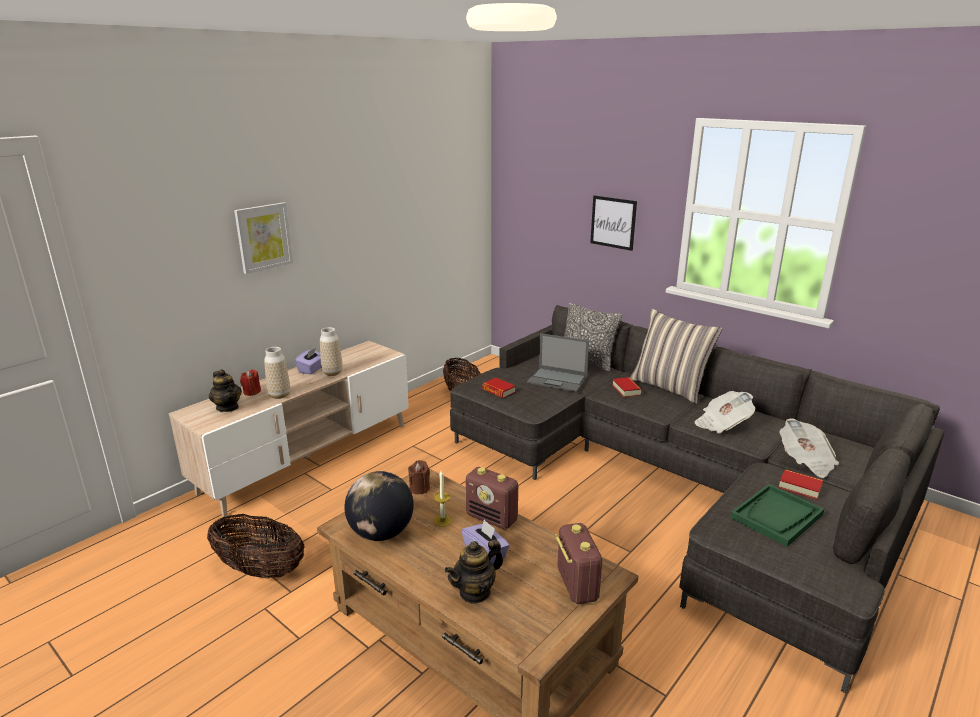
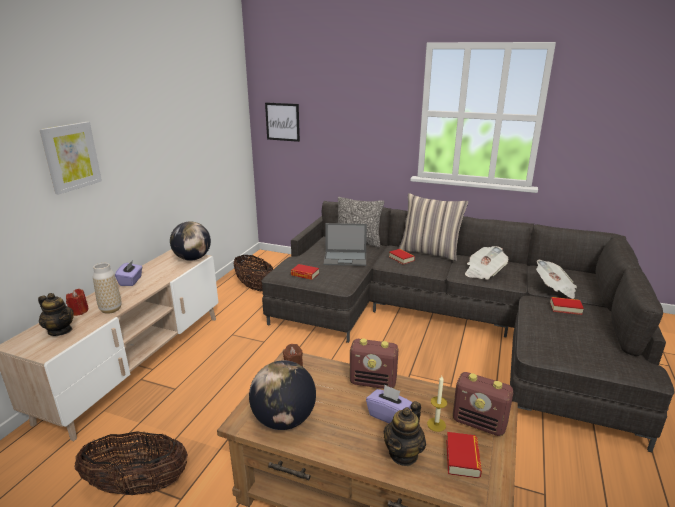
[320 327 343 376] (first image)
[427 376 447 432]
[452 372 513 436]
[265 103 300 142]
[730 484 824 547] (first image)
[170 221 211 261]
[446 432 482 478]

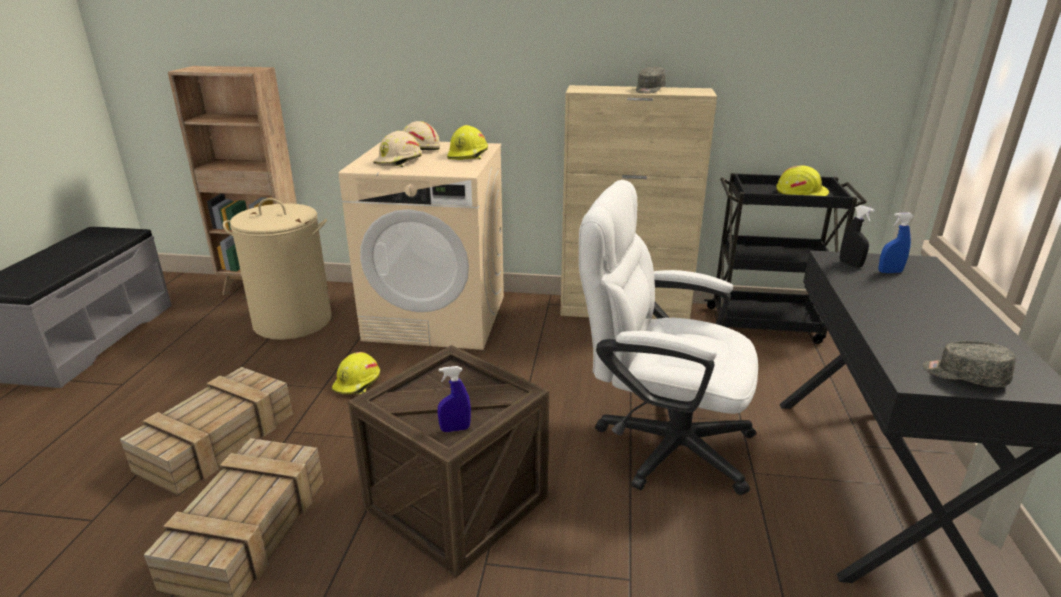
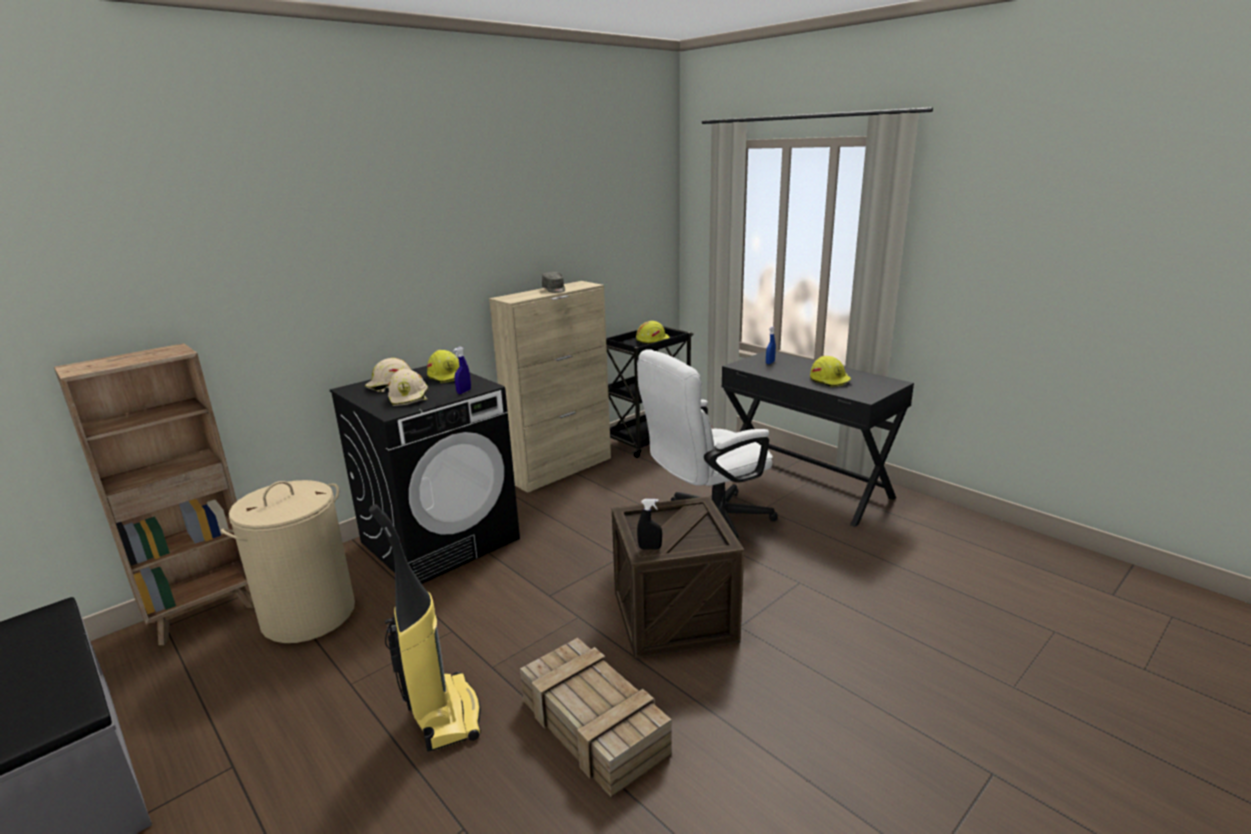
[369 504 481 752]
[810 356 851 387]
[330 366 520 584]
[453 347 471 394]
[637 499 662 550]
[923 341 1016 387] (first image)

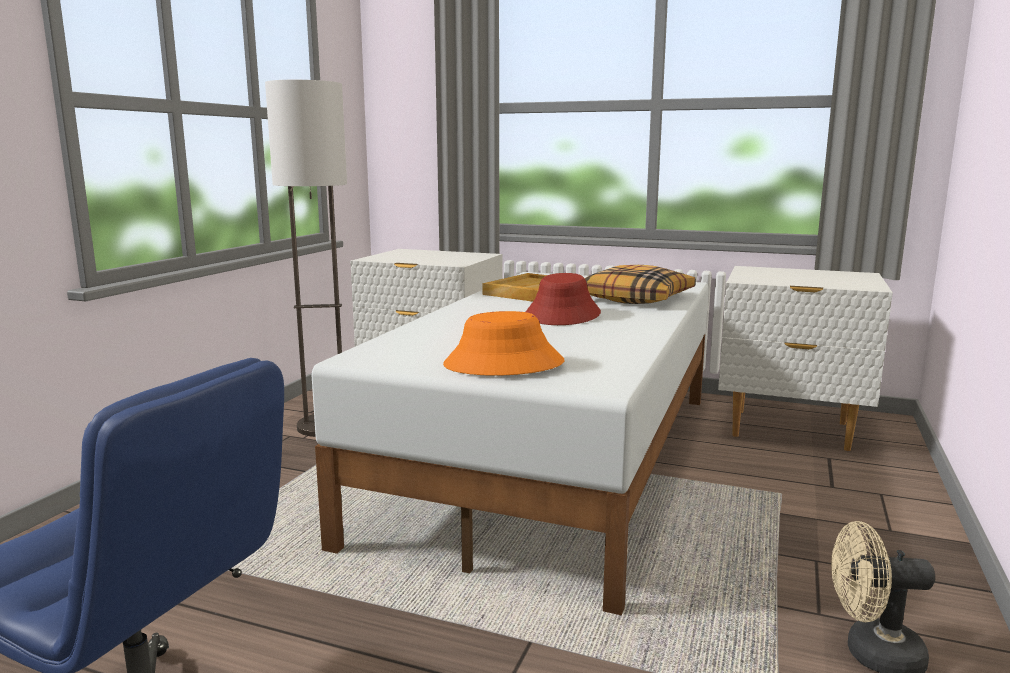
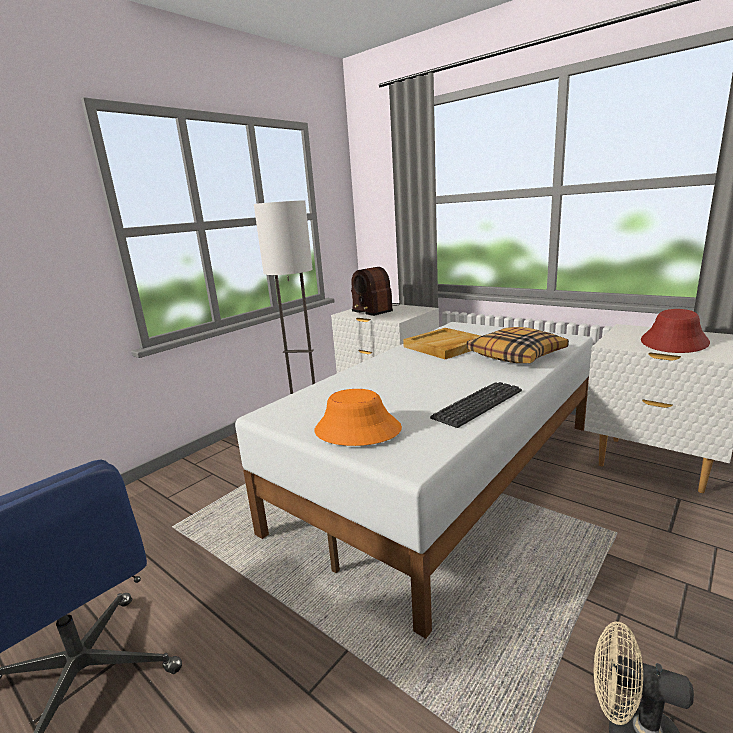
[641 309 710 353]
[351 267 400 316]
[430 382 522 428]

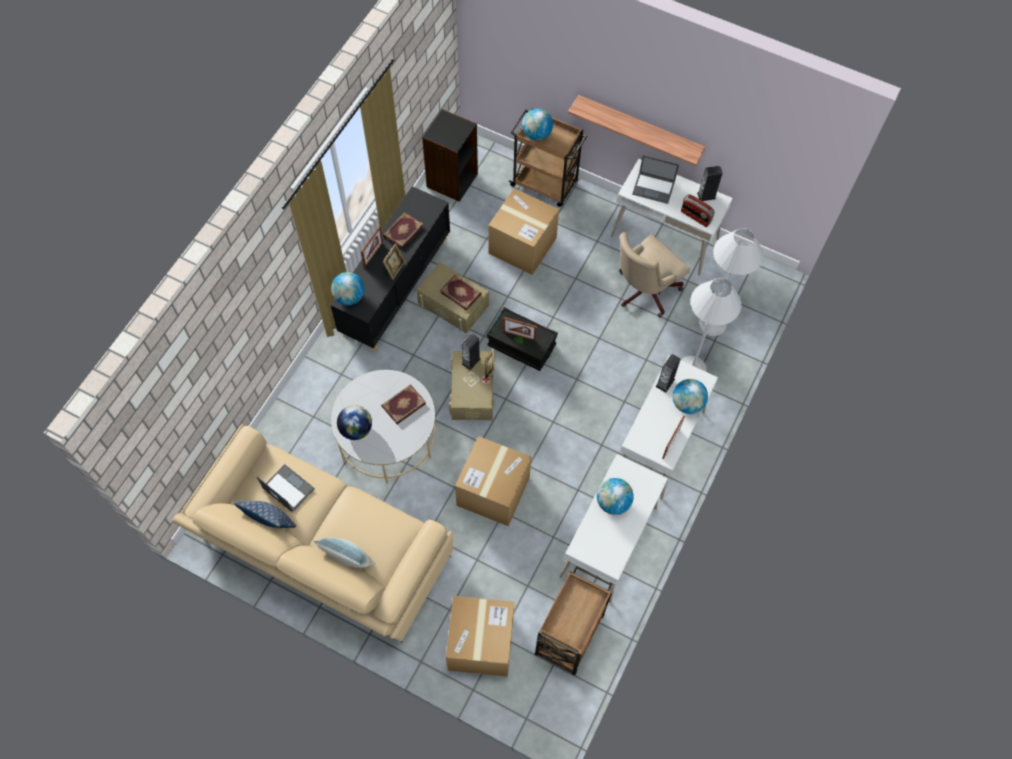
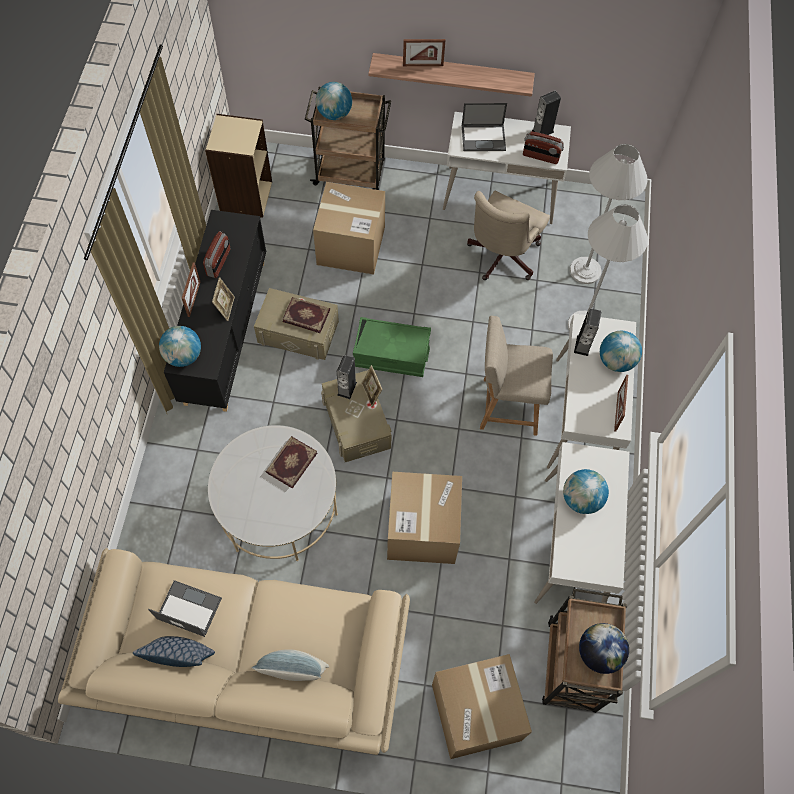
[579 623 629 674]
[203 231 231 278]
[205 114 272 218]
[353 317 431 377]
[403 39 445 66]
[480 316 553 436]

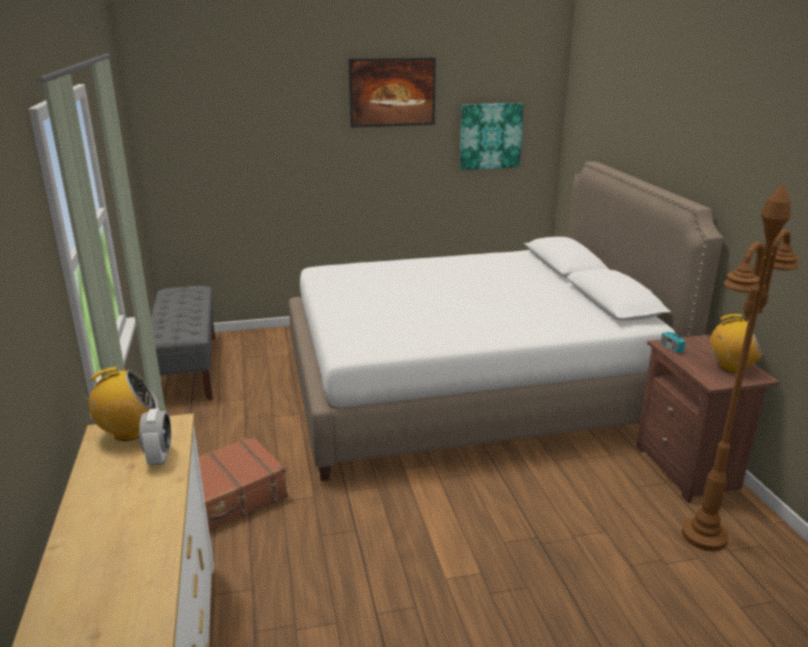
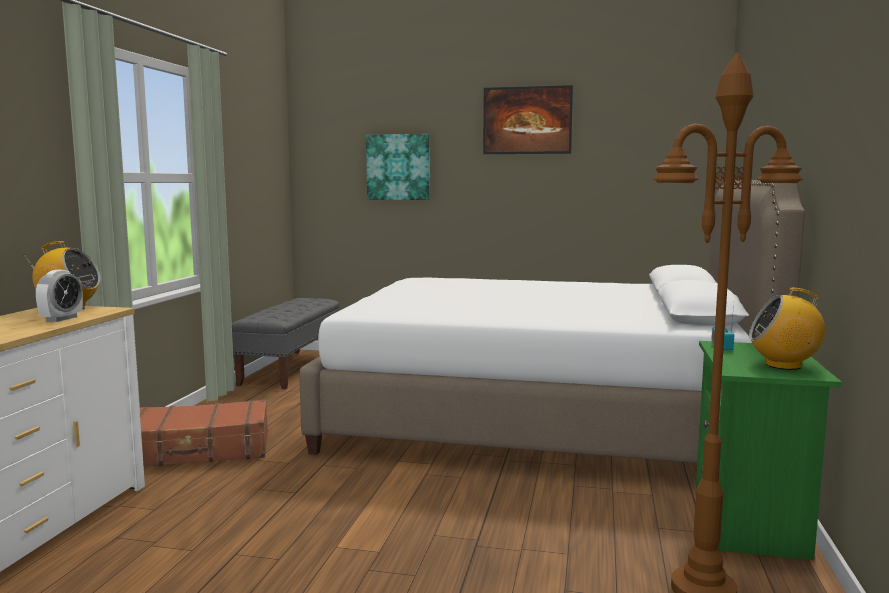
[366 134 430 200]
[695 341 842 560]
[749 288 825 370]

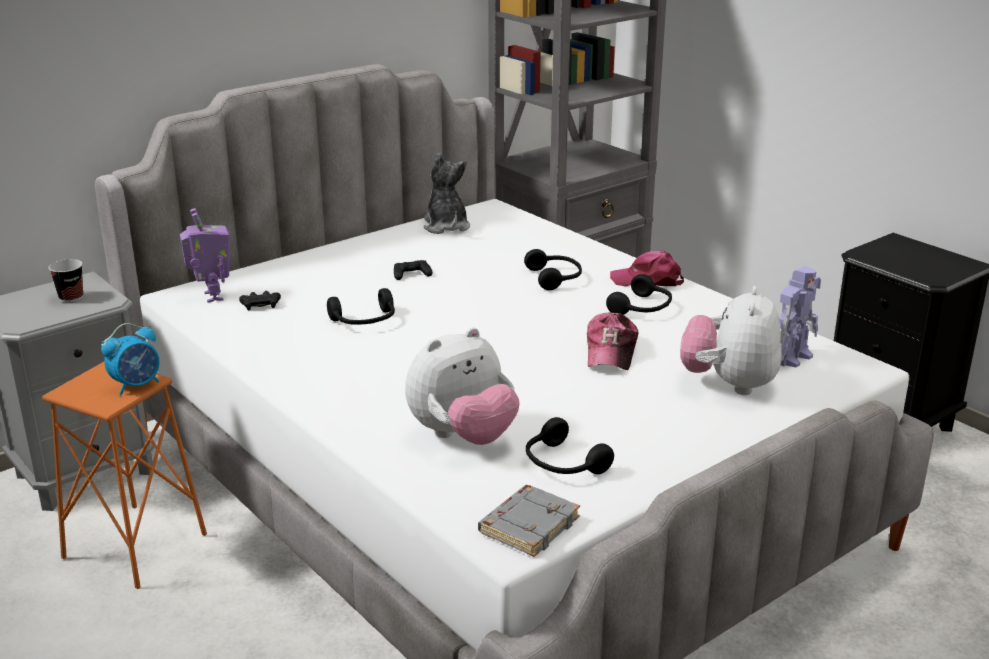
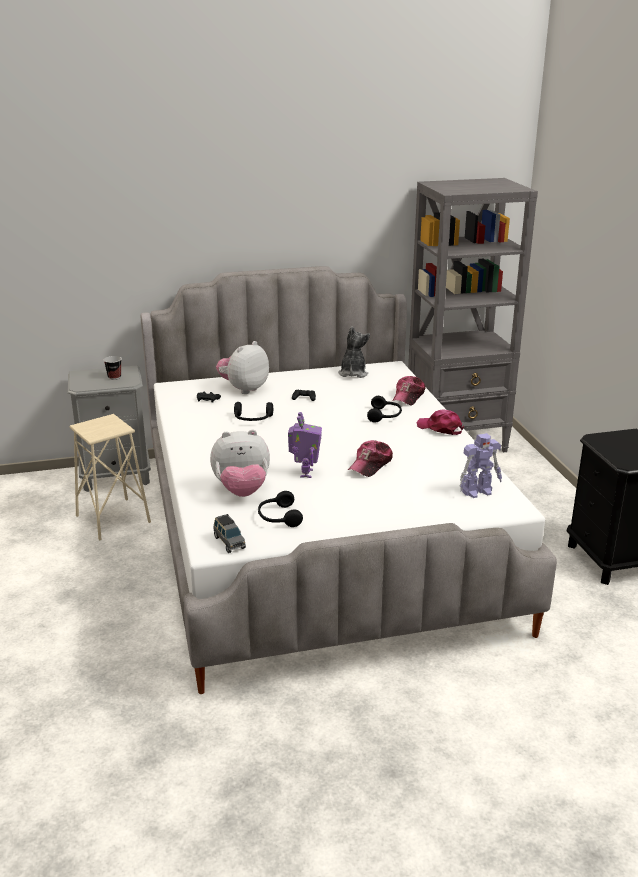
[69 414 151 540]
[101 323 160 395] (first image)
[288 412 322 478]
[214 514 246 553]
[606 274 672 315] (first image)
[216 341 269 394]
[392 376 425 405]

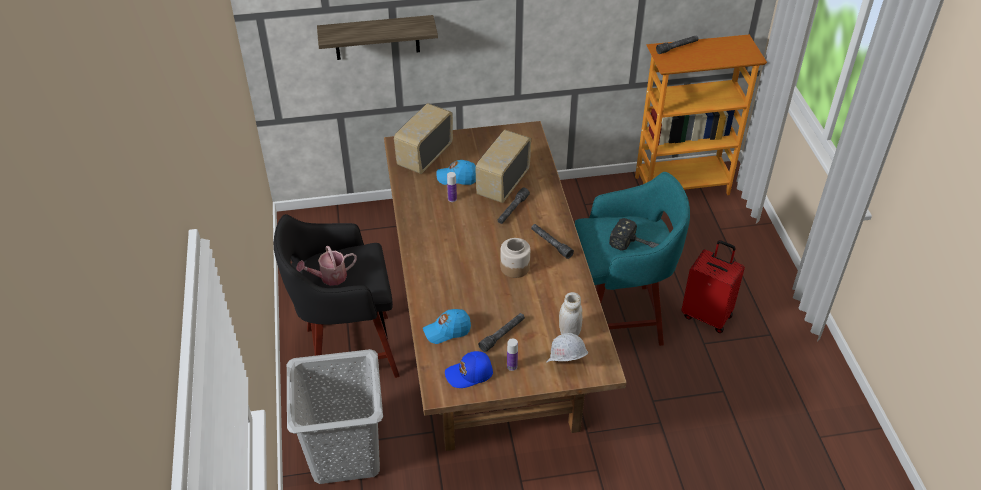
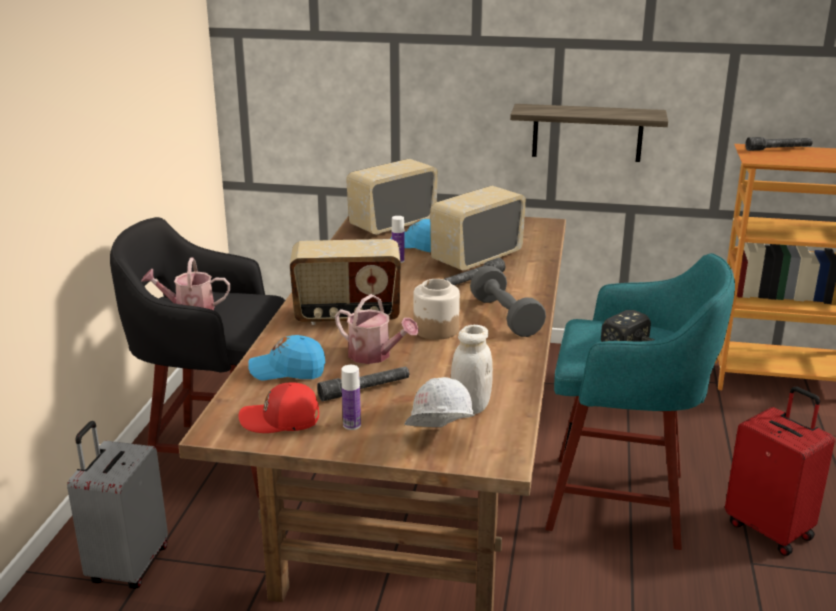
[67 421 168 589]
[510 104 668 162]
[238 382 319 433]
[470 266 546 337]
[290 239 401 325]
[335 294 419 364]

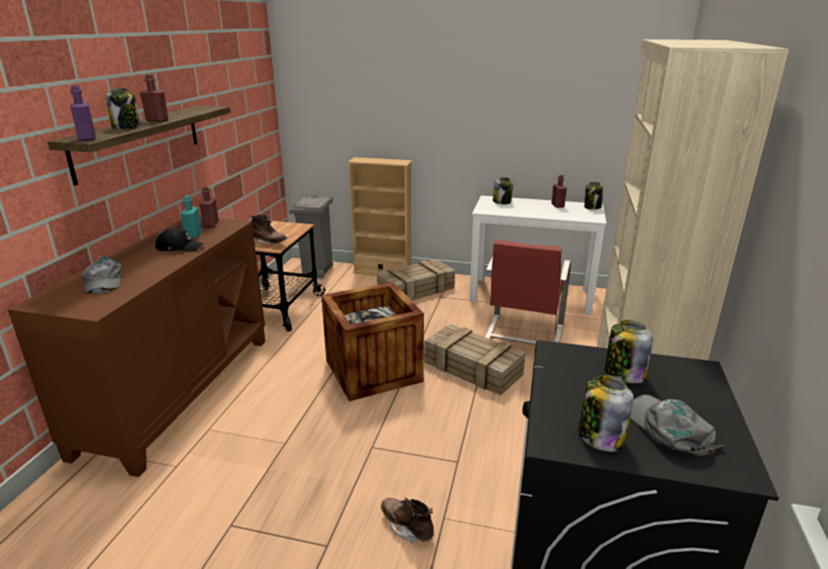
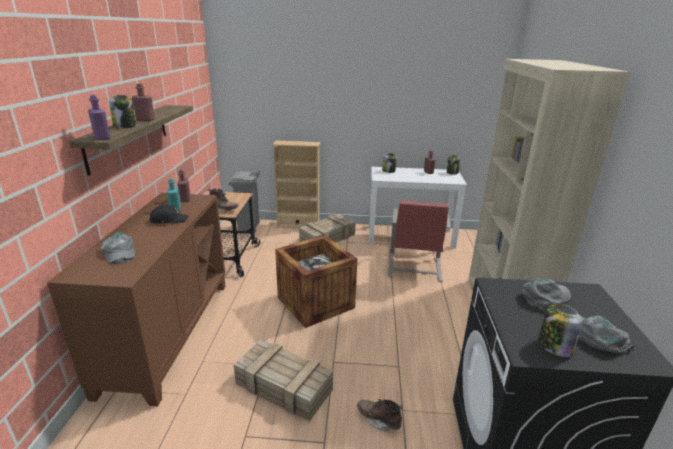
[233 339 333 421]
[521 278 571 313]

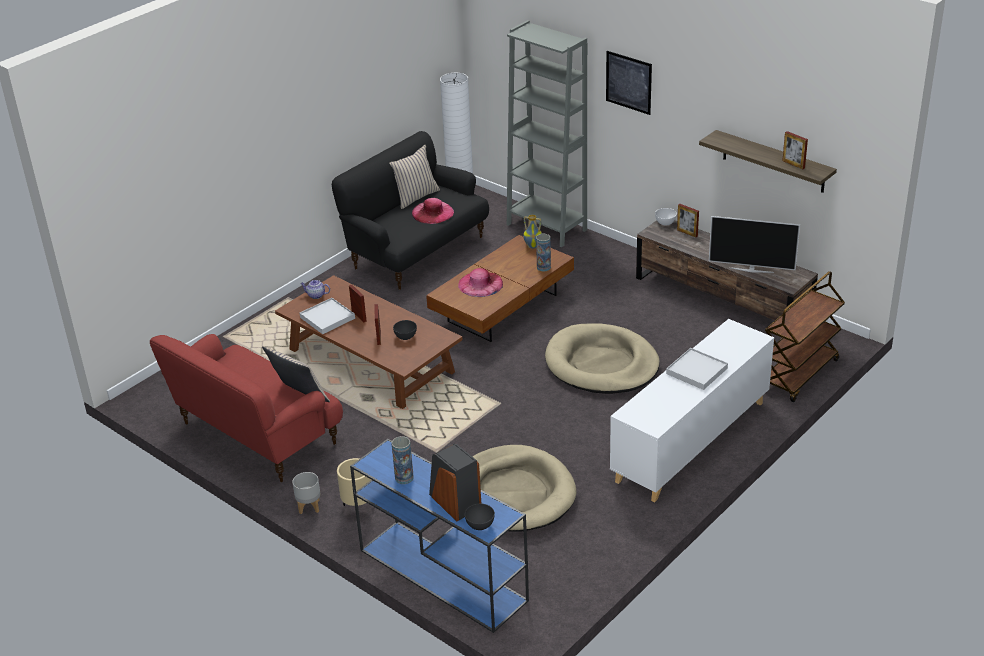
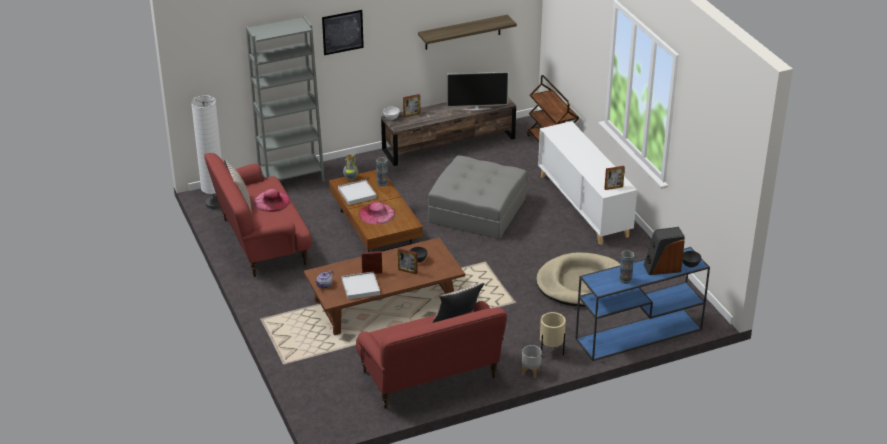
[204 153 312 277]
[428 155 527 239]
[338 179 377 205]
[447 72 509 111]
[604 166 625 190]

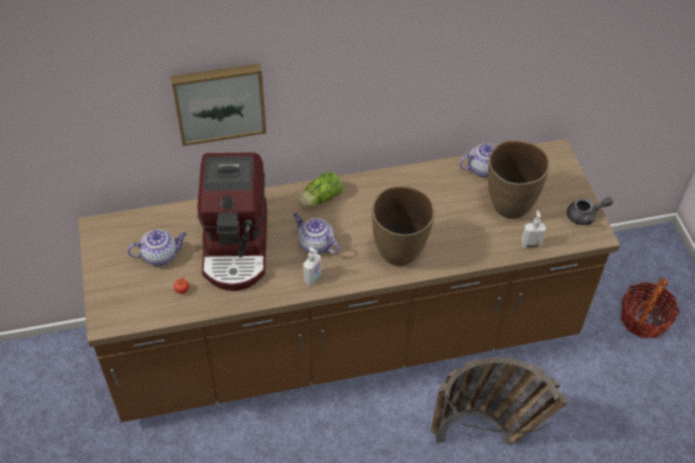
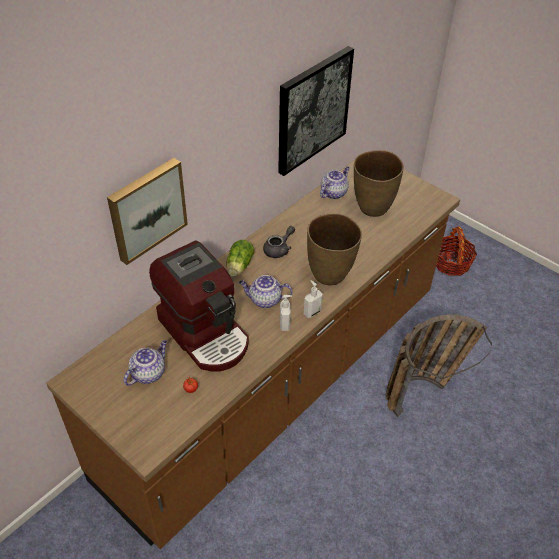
[304 280 323 318]
[263 226 295 258]
[278 46 354 176]

